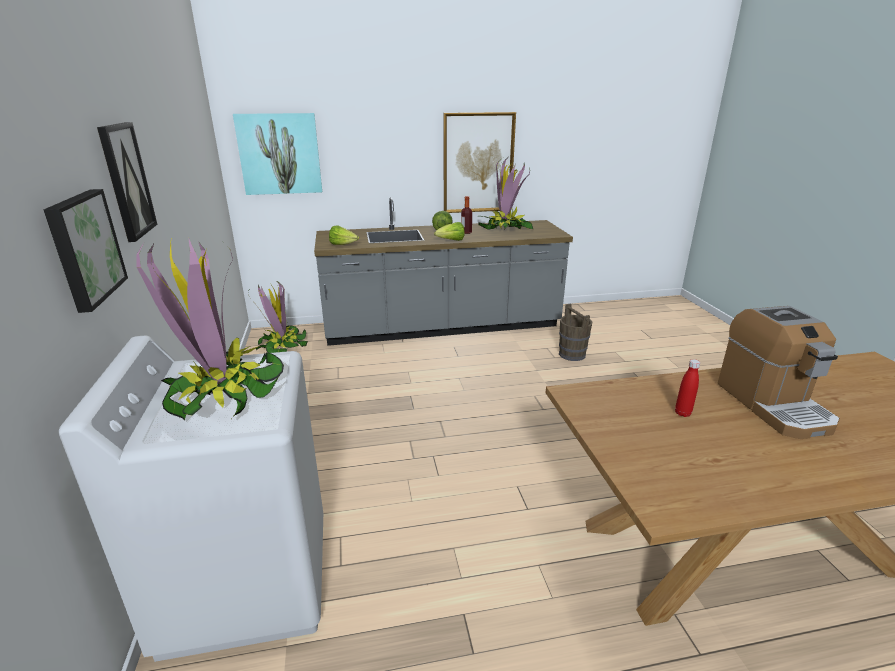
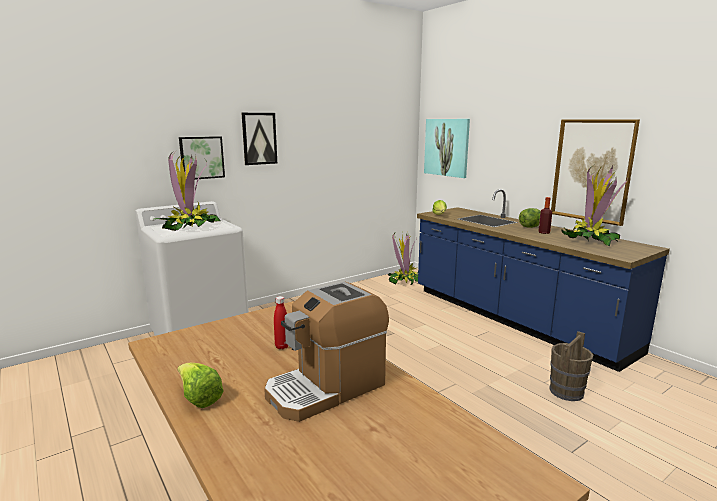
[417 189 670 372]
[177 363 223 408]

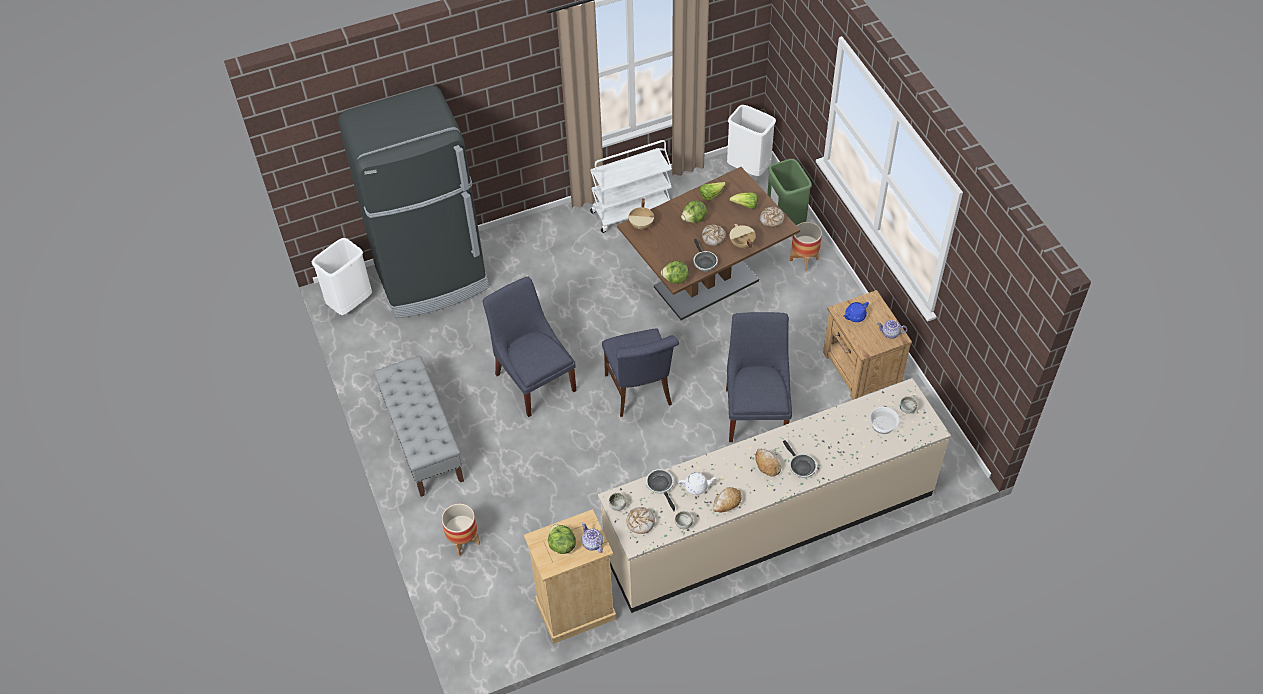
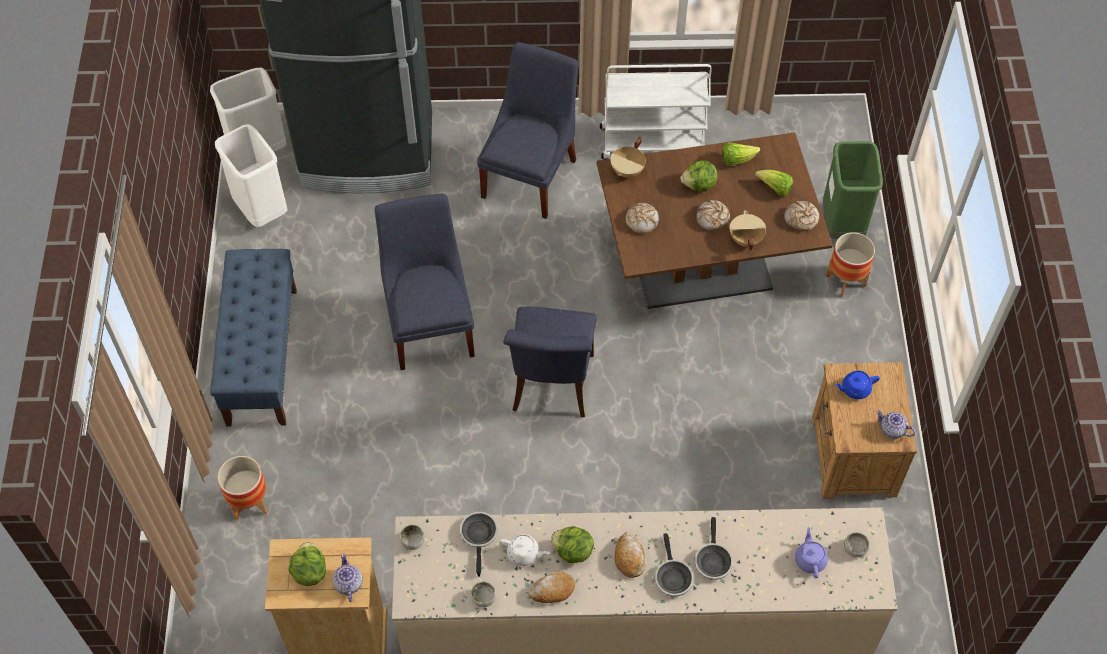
[210 249 297 427]
[626 203 659 234]
[551 526 594 563]
[694 517 733 580]
[477 42 579 219]
[215 124 288 227]
[795 527 828 578]

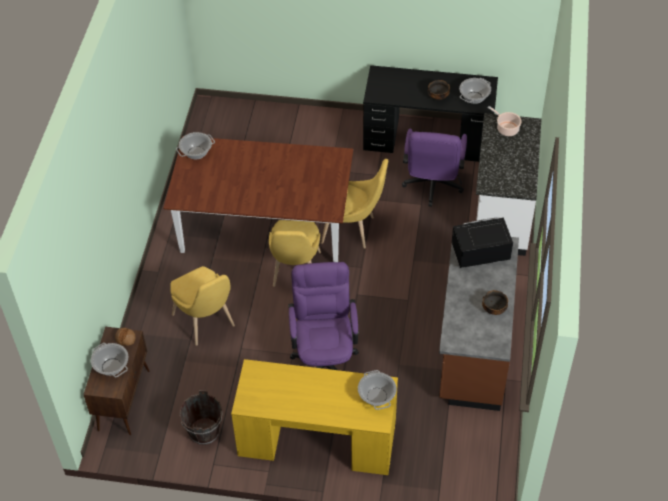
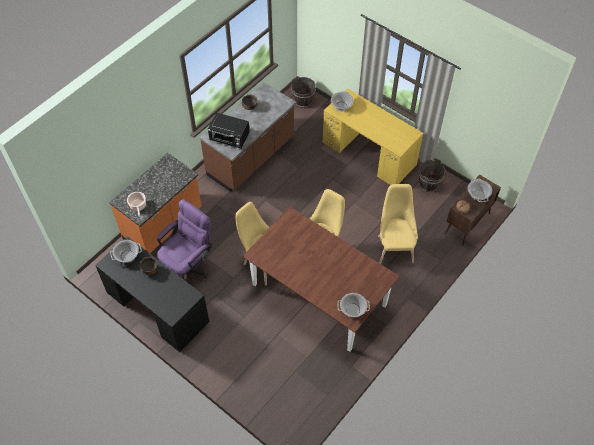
[288 262 359 370] (first image)
[109 153 202 253]
[291 77 316 108]

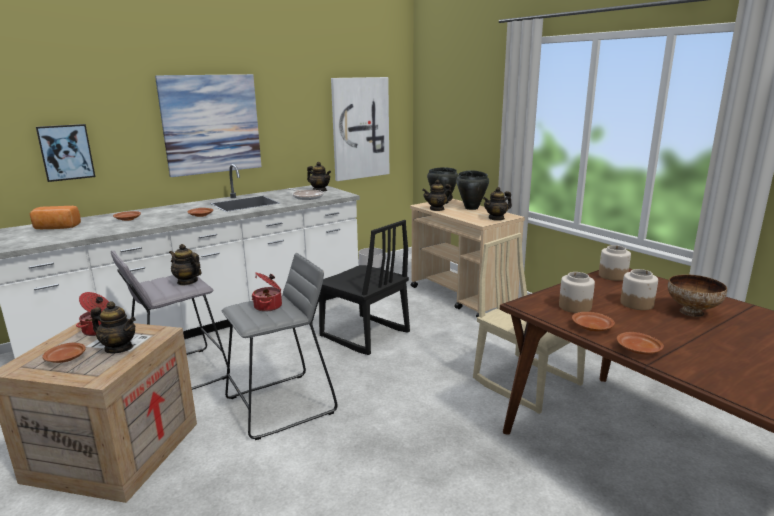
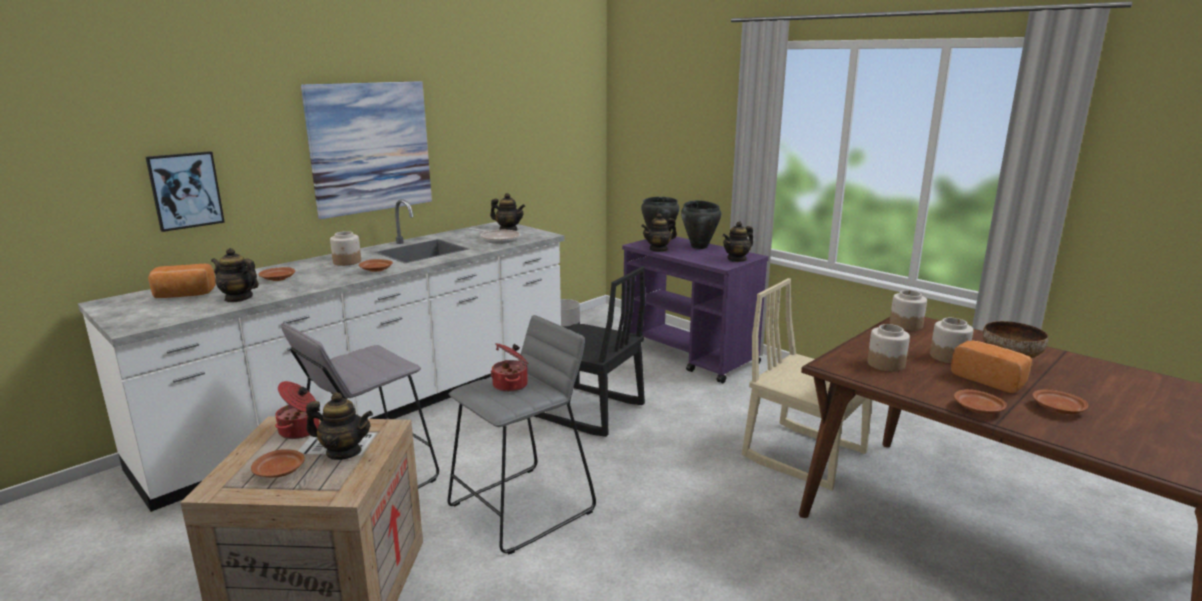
[211 248 259 303]
[331 77 389 181] (first image)
[622 236 768 384]
[1032 389 1088 414]
[330 231 361 266]
[951 340 1032 393]

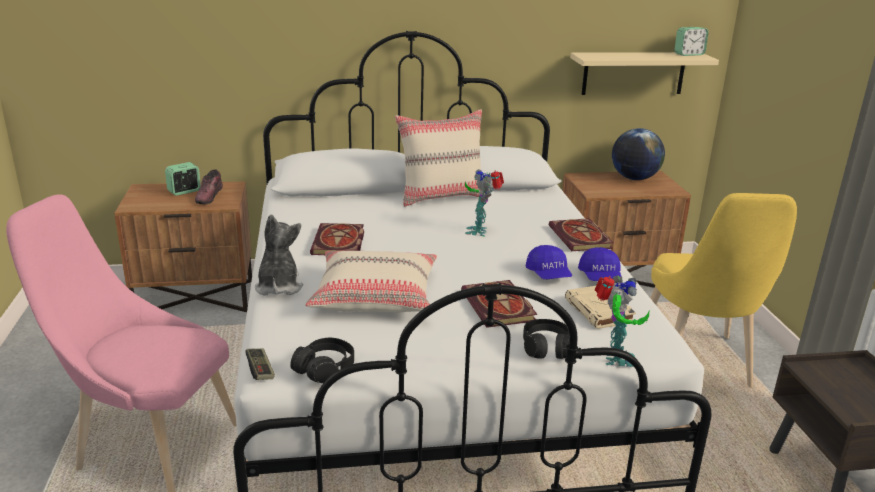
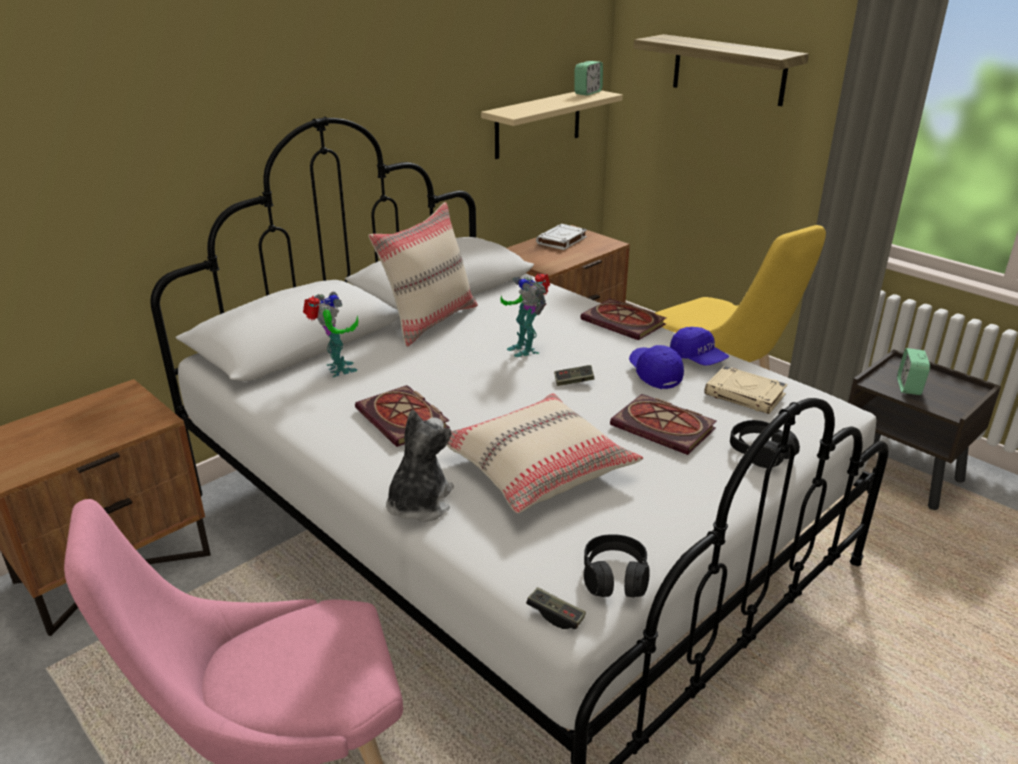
[897 348 930 395]
[195 169 223 204] (first image)
[386 410 454 522]
[629 345 684 389]
[303 292 359 377]
[536 224 587 250]
[554 365 594 386]
[633 34 809 106]

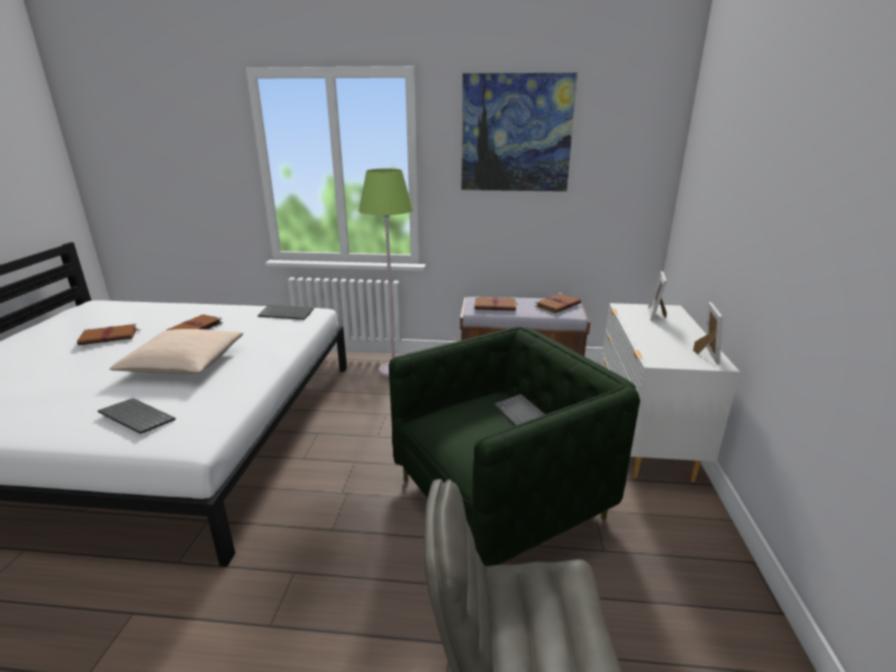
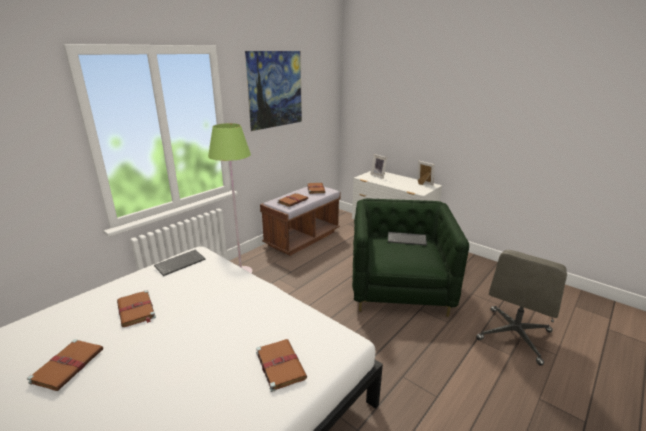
[256 339 307 392]
[109 329 243 374] (first image)

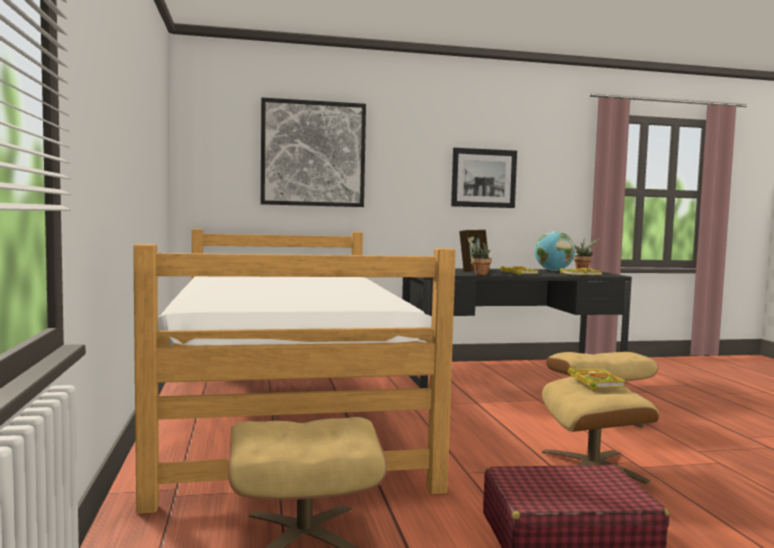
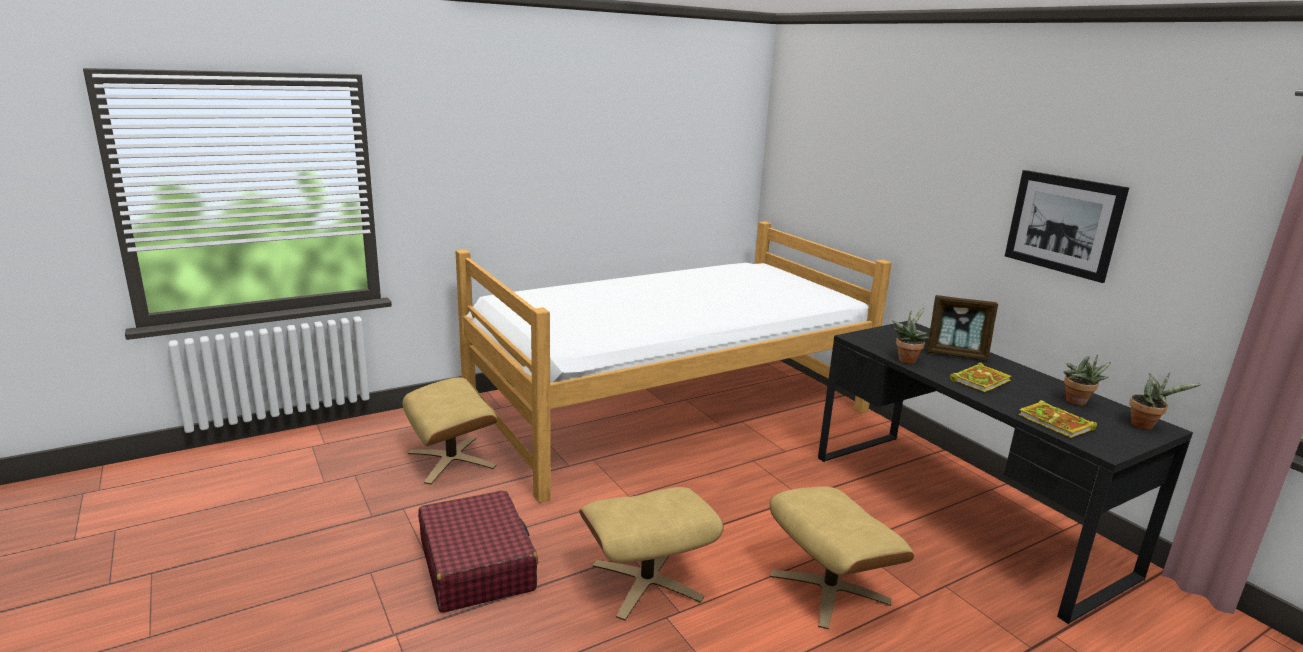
[261 98 366 207] (first image)
[1063 355 1111 405]
[568 367 627 389] (first image)

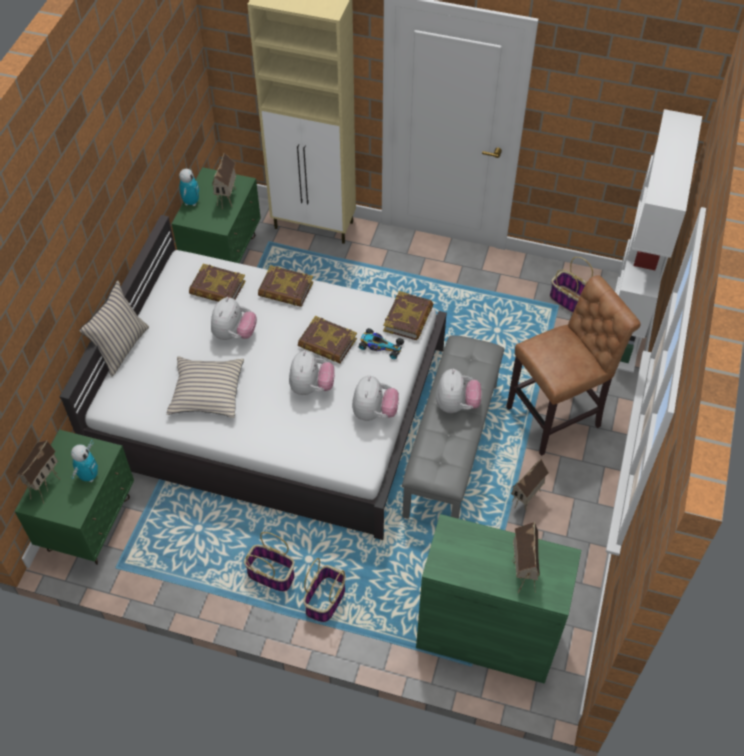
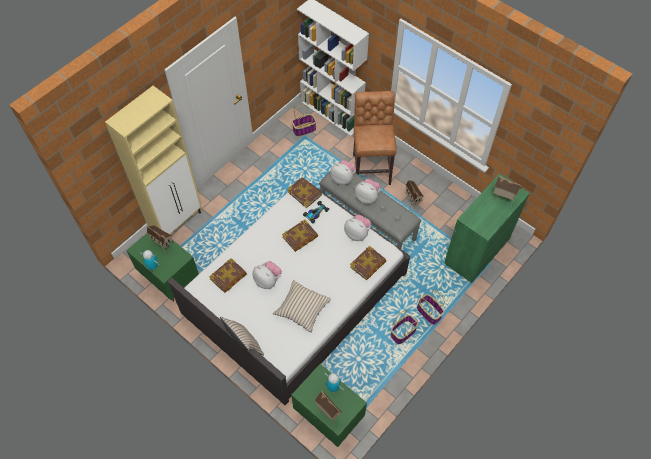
[350 246 386 280]
[330 160 356 185]

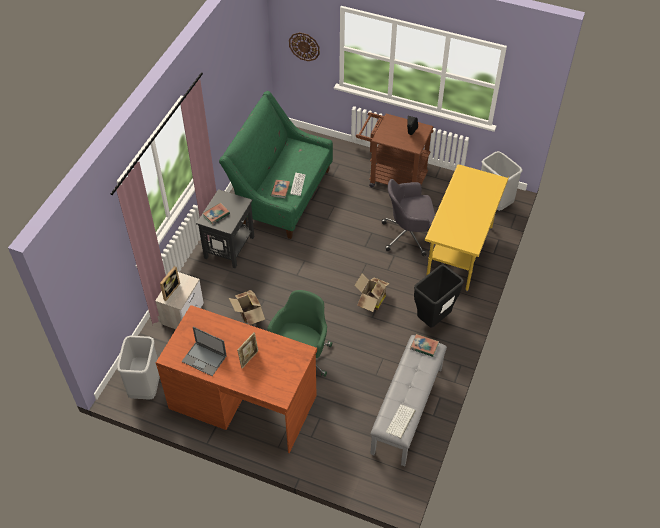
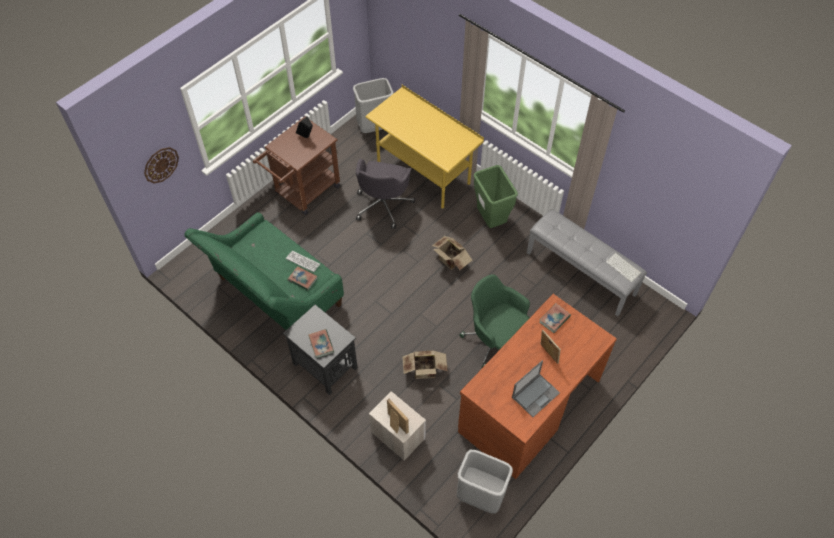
[539 303 571 333]
[474 165 518 228]

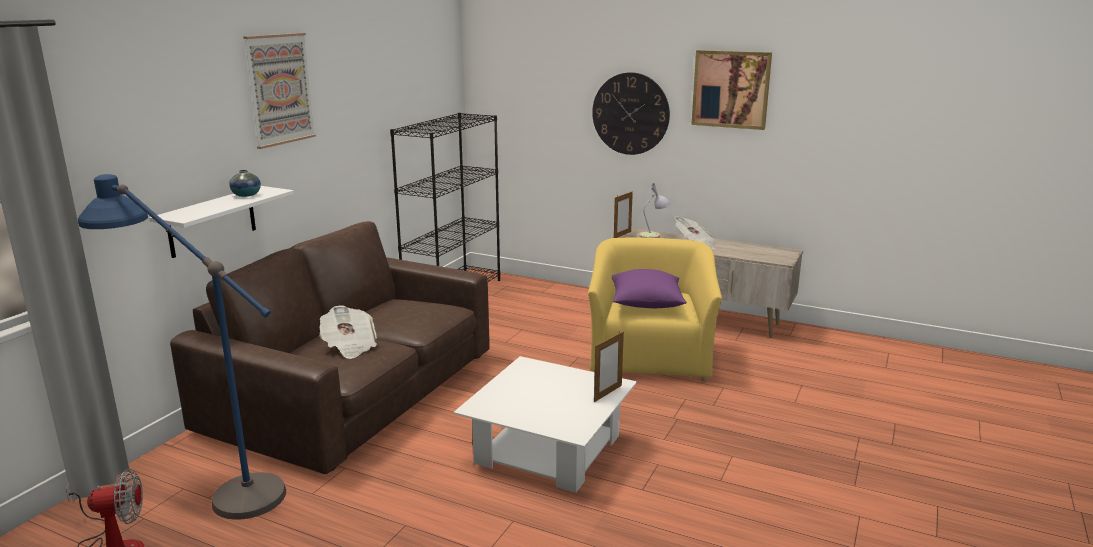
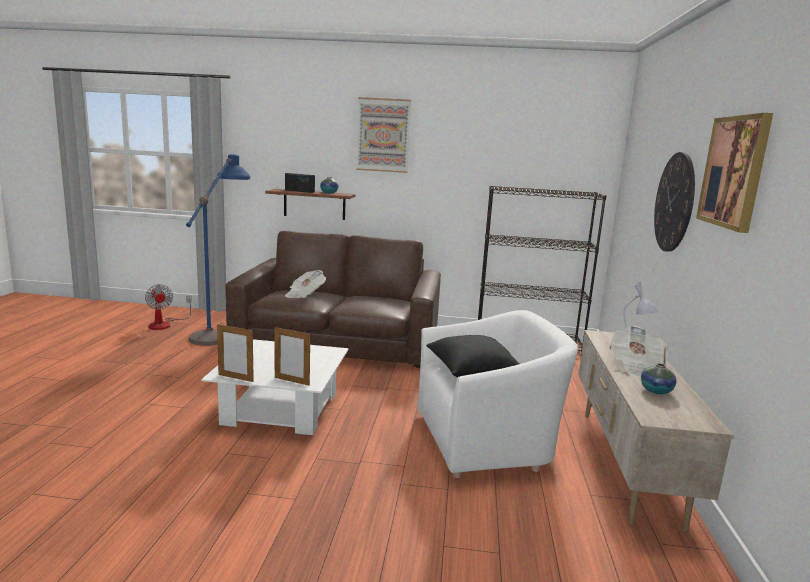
[265 189 355 220]
[418 310 578 478]
[426 335 520 377]
[217 324 254 382]
[285 173 315 193]
[641 363 677 394]

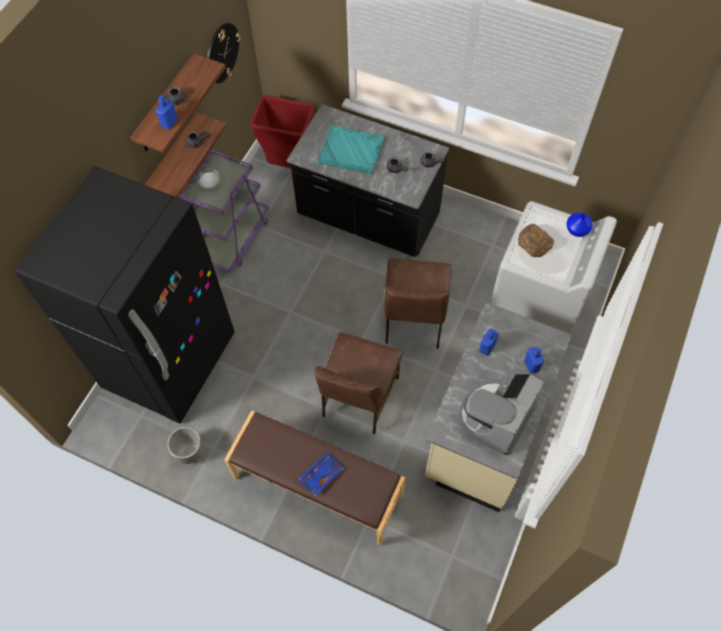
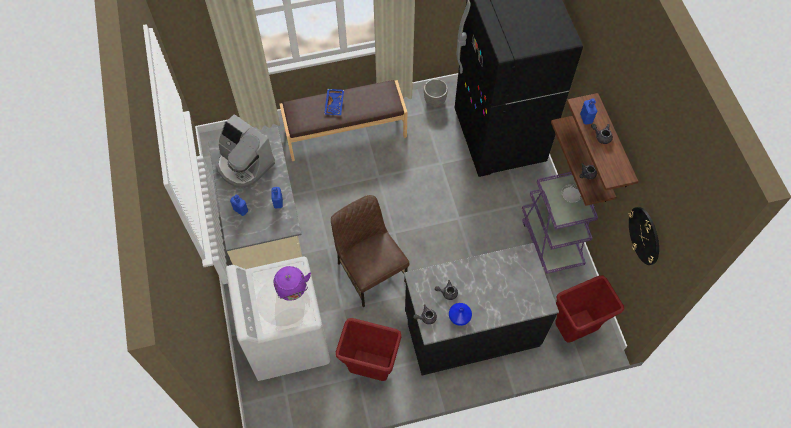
[314 332 402 434] (first image)
[317 125 385 174] (first image)
[216 114 275 188]
[274 266 311 301]
[449 303 472 326]
[336 318 401 381]

